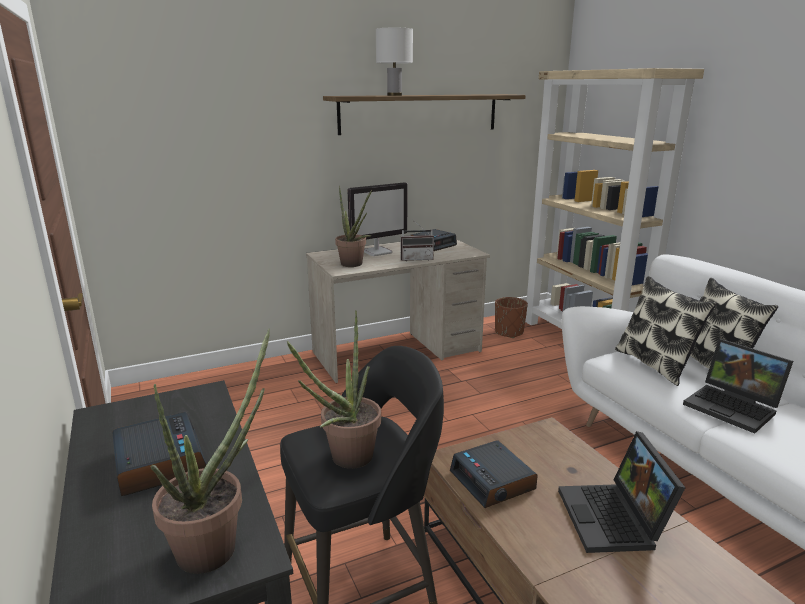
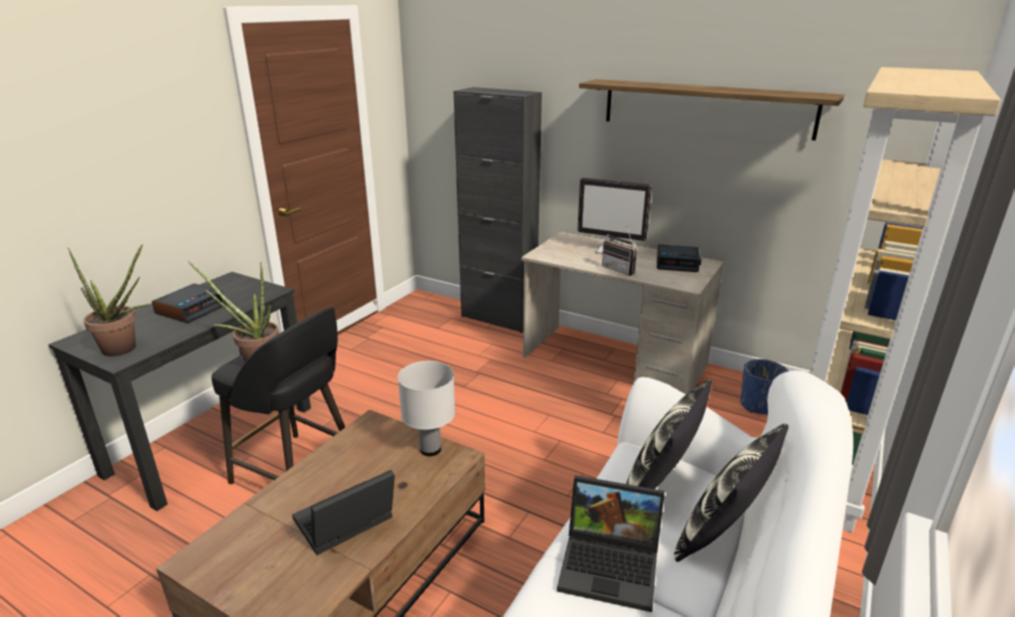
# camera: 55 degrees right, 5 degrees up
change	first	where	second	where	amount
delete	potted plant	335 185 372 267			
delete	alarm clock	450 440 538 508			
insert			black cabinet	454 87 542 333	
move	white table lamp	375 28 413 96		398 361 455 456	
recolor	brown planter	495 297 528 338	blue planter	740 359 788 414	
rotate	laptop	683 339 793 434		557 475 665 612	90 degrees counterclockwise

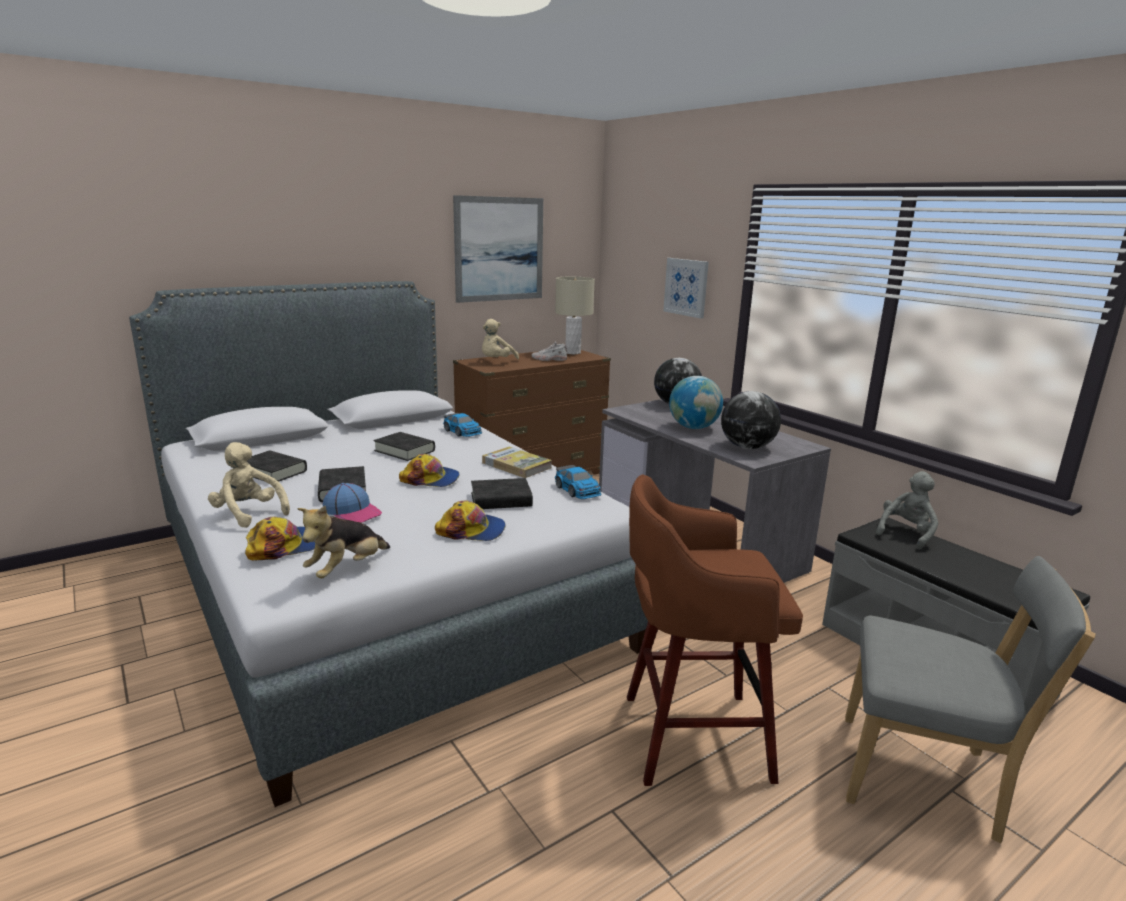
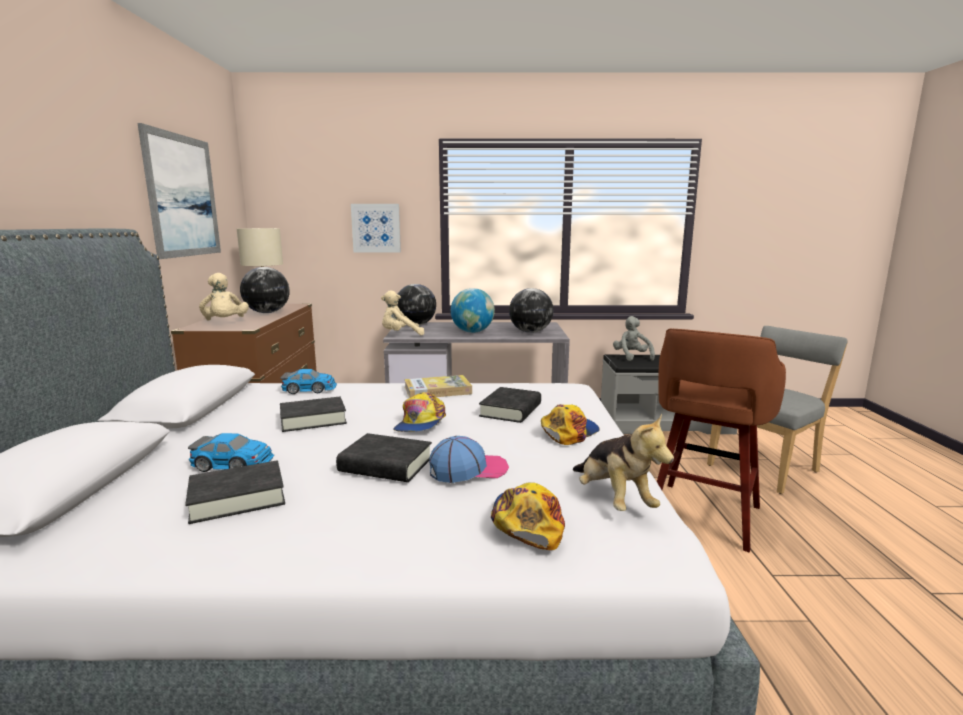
# camera: 55 degrees left, 5 degrees down
change	first	where	second	where	amount
move	beige plush toy	208 442 290 528		381 290 424 335	
move	toy car	555 465 602 499		188 433 274 472	
replace	white shoe	531 341 567 361	globe	240 267 290 313	
rotate	cap	399 454 460 487		393 392 446 432	150 degrees clockwise

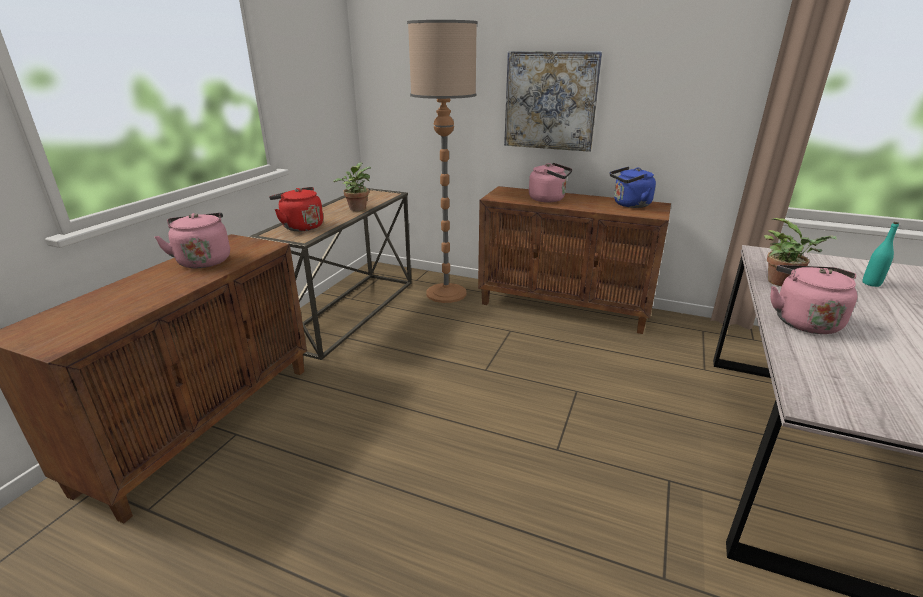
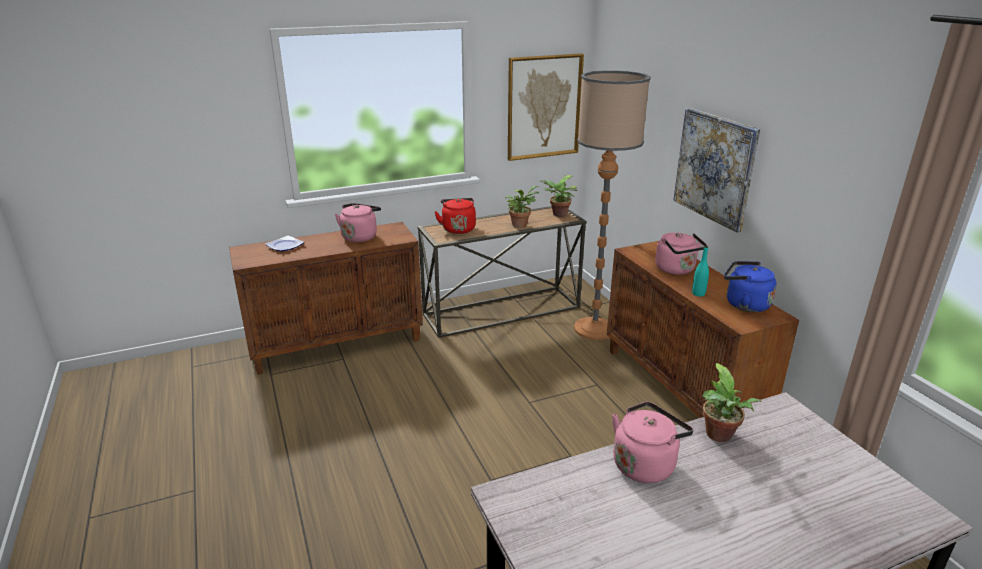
# camera: 45 degrees right, 0 degrees up
change	first	where	second	where	amount
insert			plate	265 235 304 252	
insert			picture	508 53 584 161	
insert			potted plant	541 175 577 217	
move	turquoise bottle	862 222 899 287		692 246 709 297	

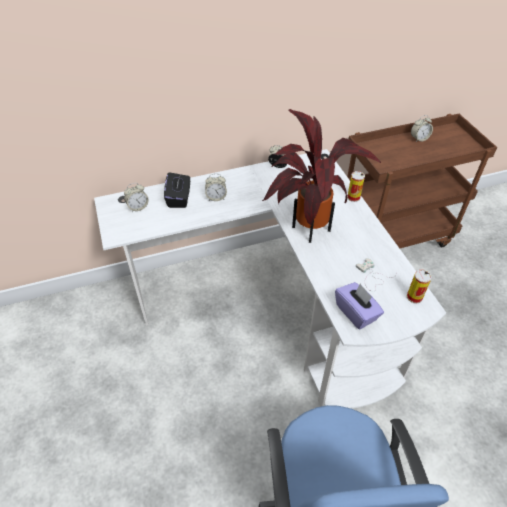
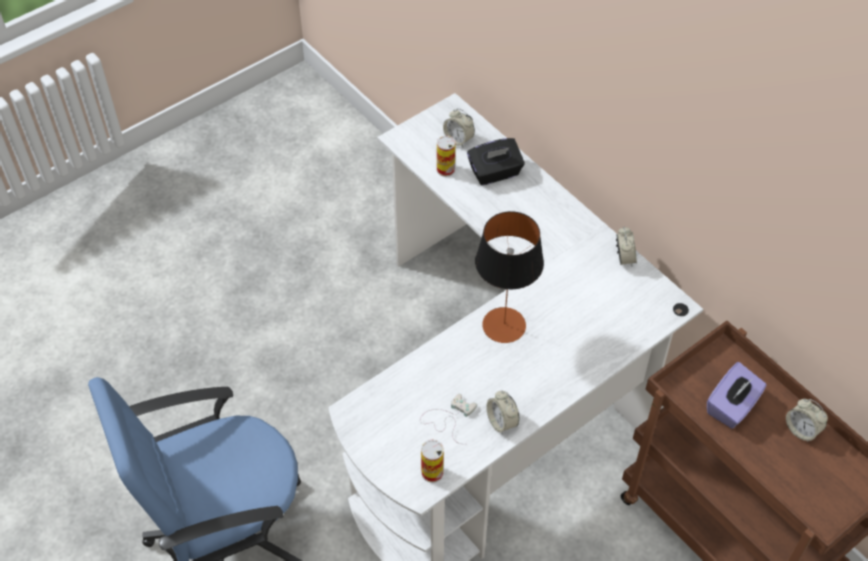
# camera: 70 degrees right, 5 degrees up
change	first	where	second	where	amount
move	alarm clock	205 173 227 201		486 390 519 434	
move	purple tissue box	335 282 384 329		707 362 767 429	
move	can	347 171 365 202		437 136 455 177	
replace	potted plant	262 109 382 243	table lamp	475 211 544 343	

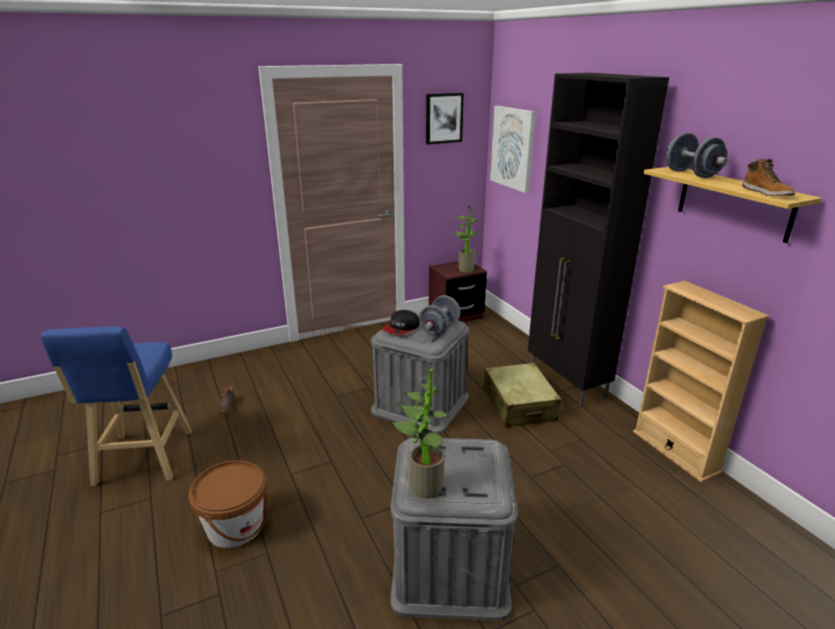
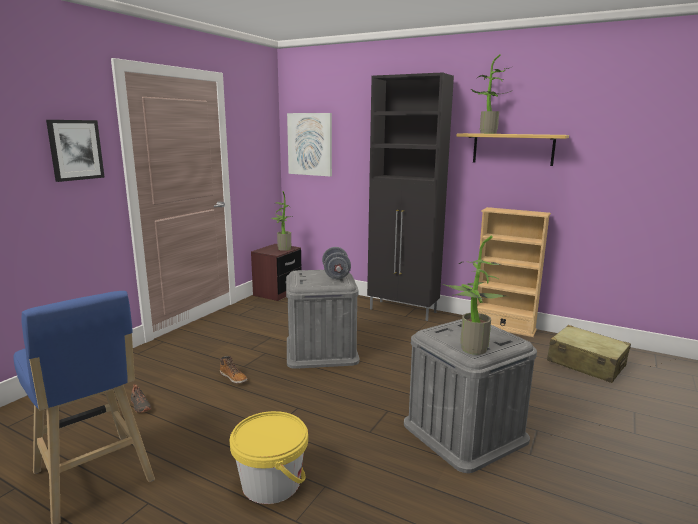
# camera: 35 degrees left, 10 degrees down
change	first	where	second	where	amount
delete	cap	382 310 420 335			
move	picture	426 93 464 145		46 120 105 182	
move	beige suitcase	483 363 561 427		547 325 631 383	
move	boot	743 159 796 196		220 356 248 384	
replace	grey dumbbell	666 133 728 178	potted plant	471 54 513 134	
recolor	brown bucket	189 460 269 548	yellow bucket	230 411 308 504	

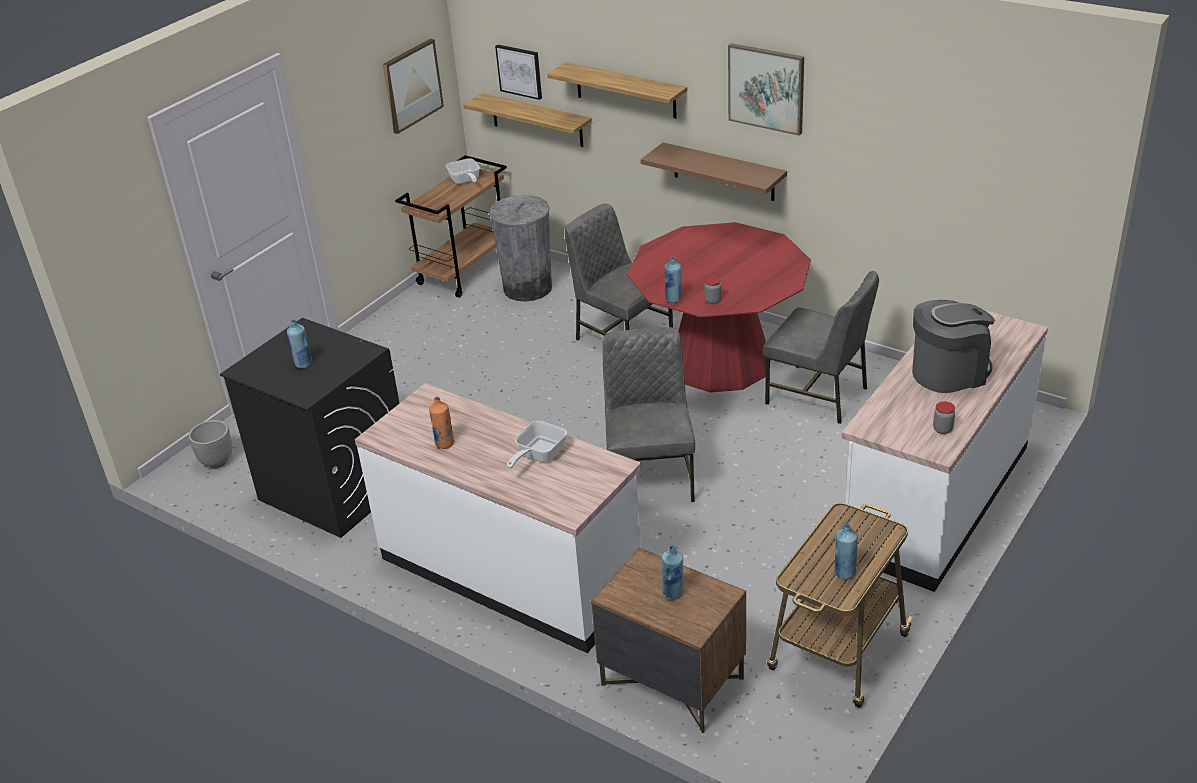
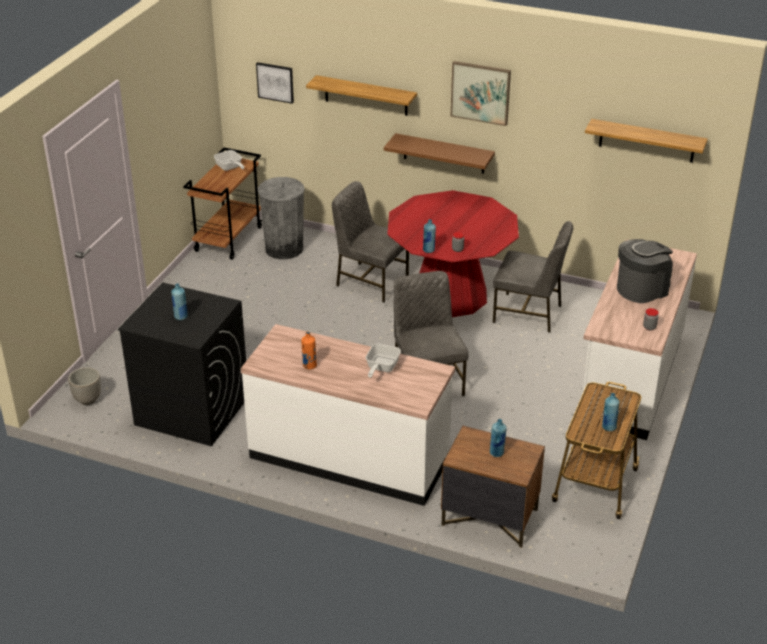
# camera: 15 degrees left, 0 degrees up
change	first	where	second	where	amount
delete	picture	383 39 444 134			
move	shelf	463 93 592 147		585 119 708 163	

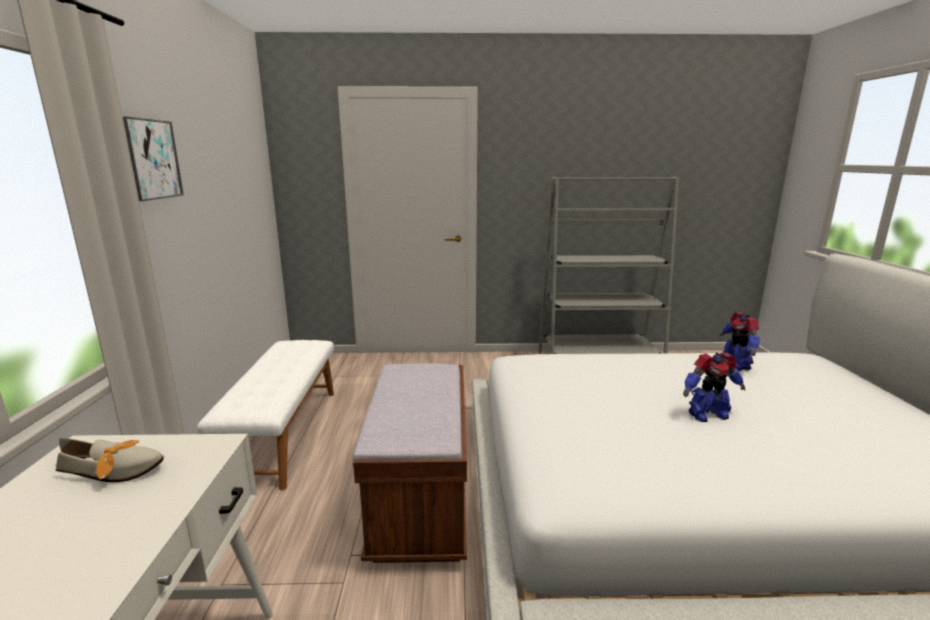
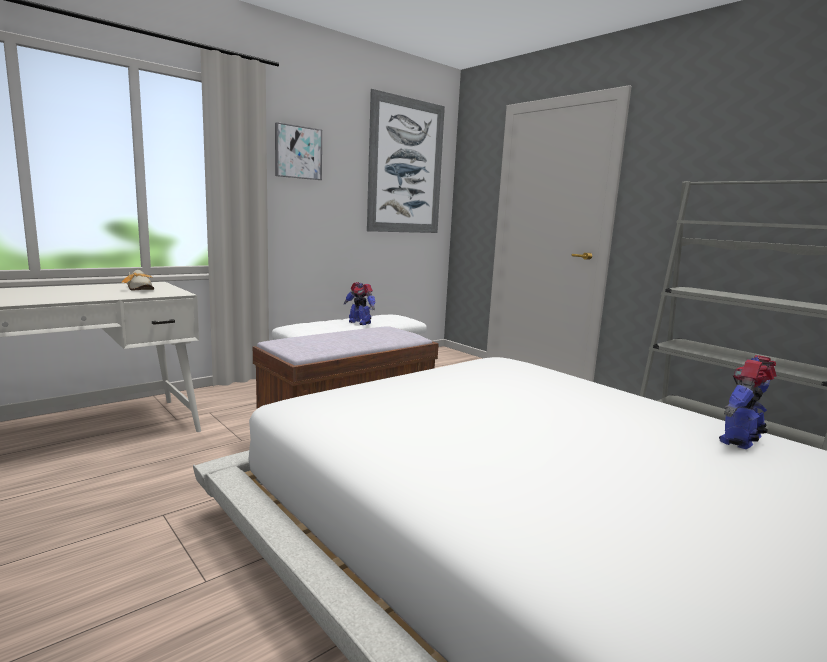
# camera: 50 degrees right, 5 degrees down
change	first	where	second	where	amount
insert			picture	367 89 445 233	
move	toy robot	683 352 745 422		344 282 375 325	

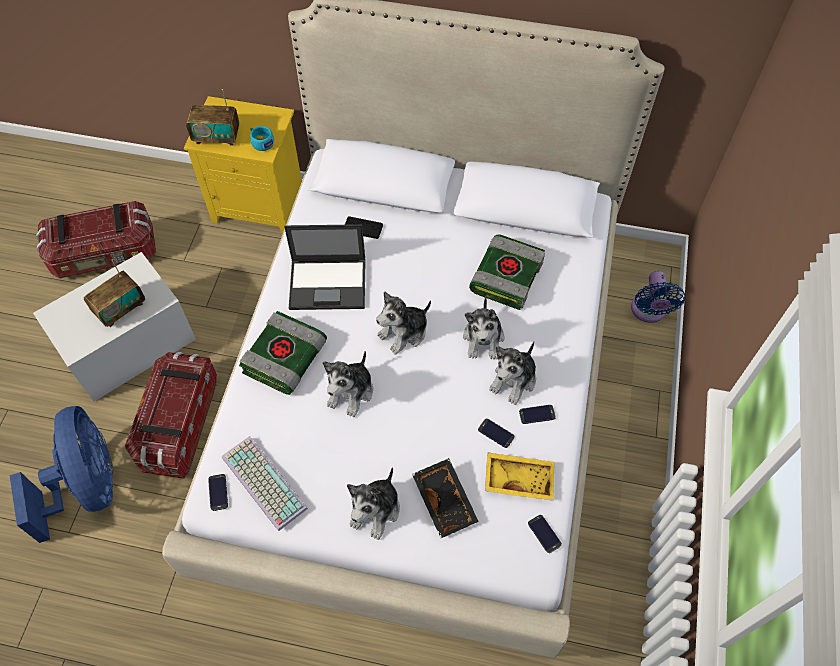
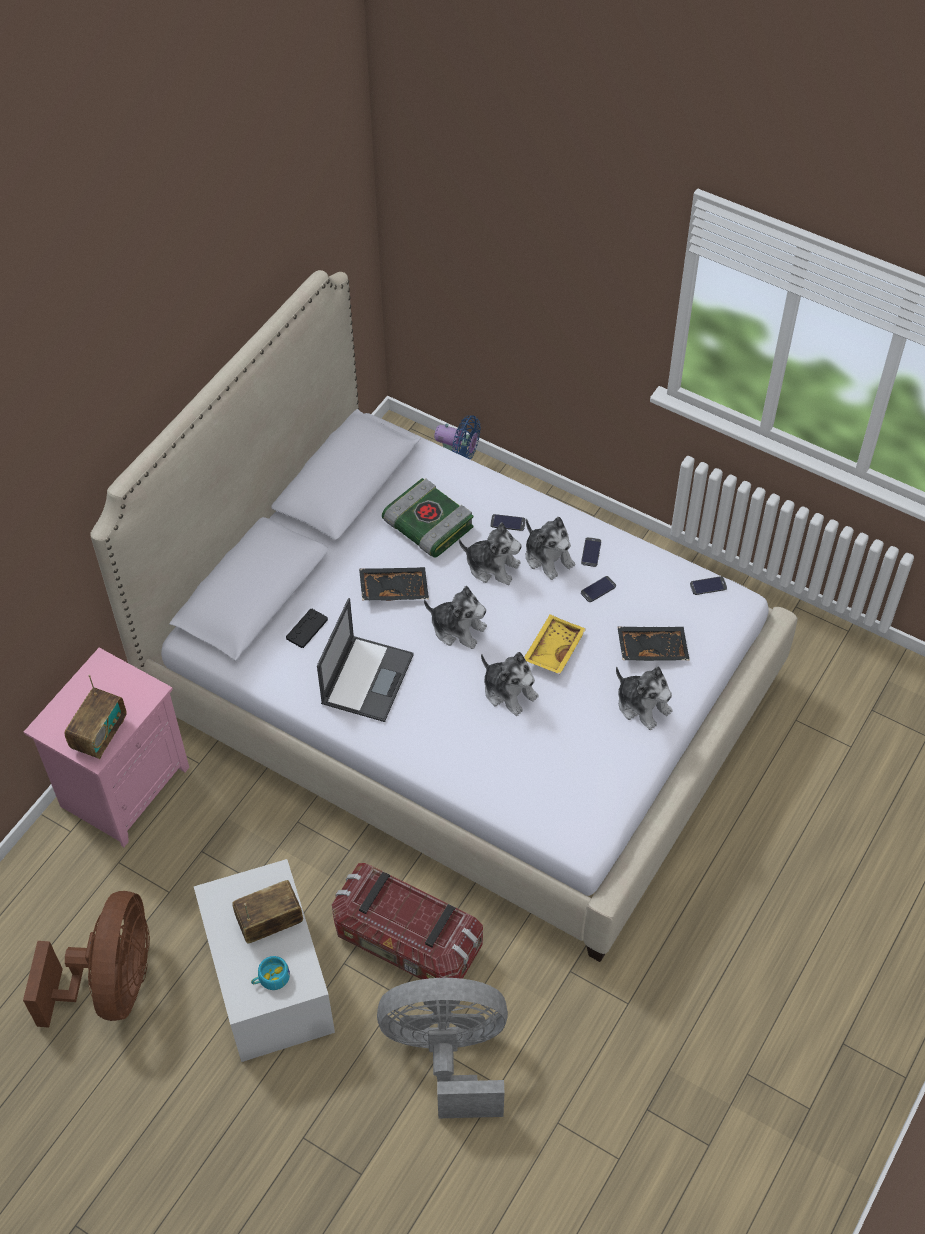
# camera: 70 degrees left, 5 degrees down
change	first	where	second	where	amount
delete	keyboard	222 436 308 531			
delete	book	239 311 327 395			
insert			black tray	359 567 429 601	
move	phone	208 474 228 511		490 514 526 531	
move	turquoise cup	250 126 274 151		251 956 290 990	
move	yellow tray	485 452 555 501		524 614 586 674	
replace	storage box	36 201 156 278	brown fan	23 891 150 1028	
recolor	blue fan	9 406 113 543	grey fan	377 977 508 1119	
recolor	yellow nightstand	184 96 302 234	pink nightstand	24 648 189 847	
rotate	radio	84 260 145 327		232 880 303 944	90 degrees counterclockwise
rotate	plush toy	376 291 431 355		424 586 487 649	45 degrees counterclockwise

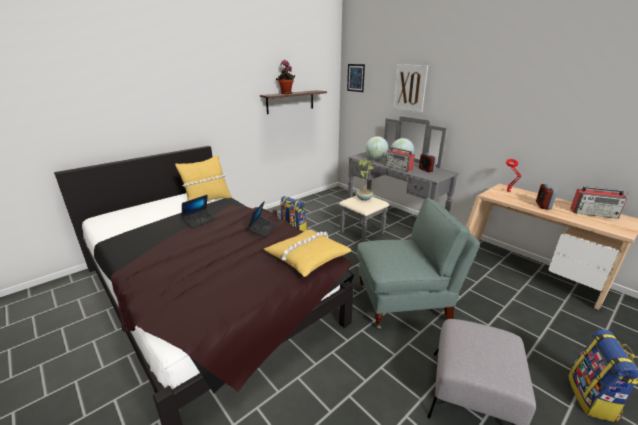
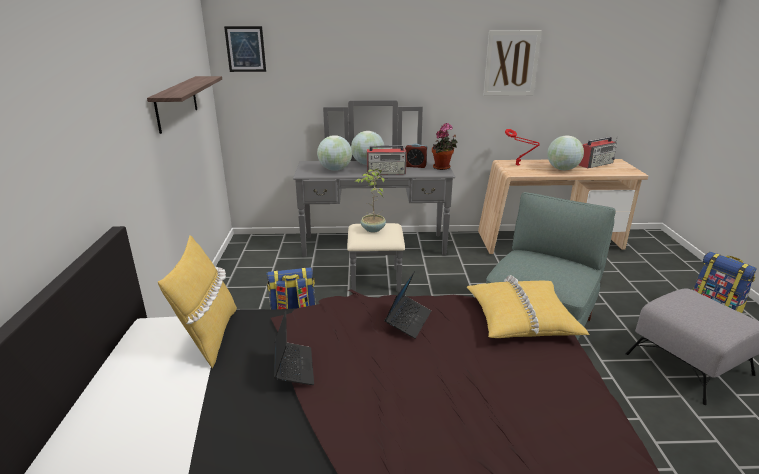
# camera: 50 degrees left, 0 degrees up
change	first	where	second	where	amount
move	potted plant	276 60 295 94		432 123 457 170	
move	picture	392 65 428 113		483 30 542 96	
replace	alarm clock	536 184 557 210	globe	547 136 584 170	
rotate	laptop	248 201 276 238		384 271 431 339	60 degrees clockwise

